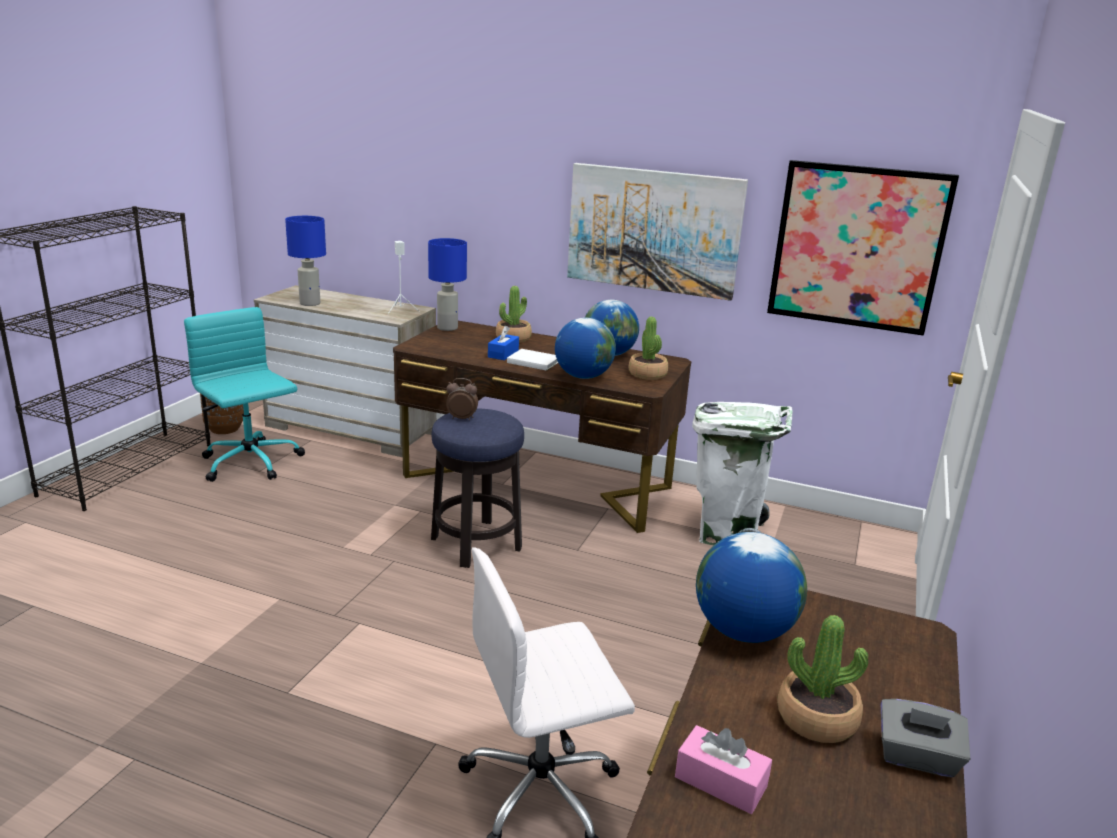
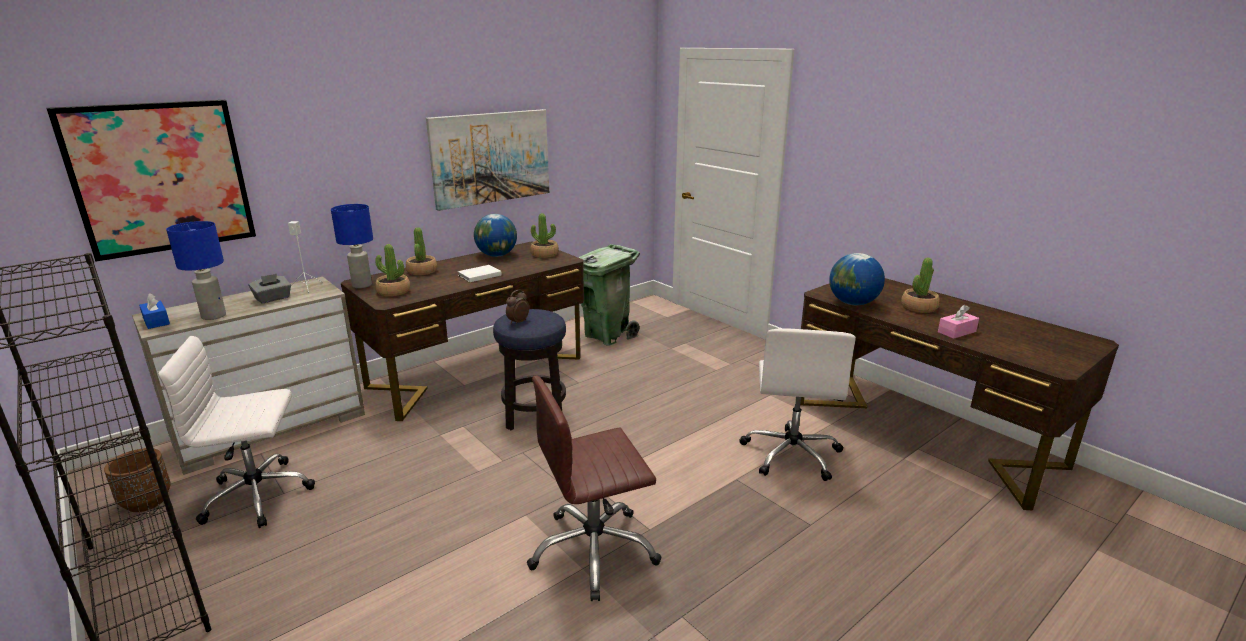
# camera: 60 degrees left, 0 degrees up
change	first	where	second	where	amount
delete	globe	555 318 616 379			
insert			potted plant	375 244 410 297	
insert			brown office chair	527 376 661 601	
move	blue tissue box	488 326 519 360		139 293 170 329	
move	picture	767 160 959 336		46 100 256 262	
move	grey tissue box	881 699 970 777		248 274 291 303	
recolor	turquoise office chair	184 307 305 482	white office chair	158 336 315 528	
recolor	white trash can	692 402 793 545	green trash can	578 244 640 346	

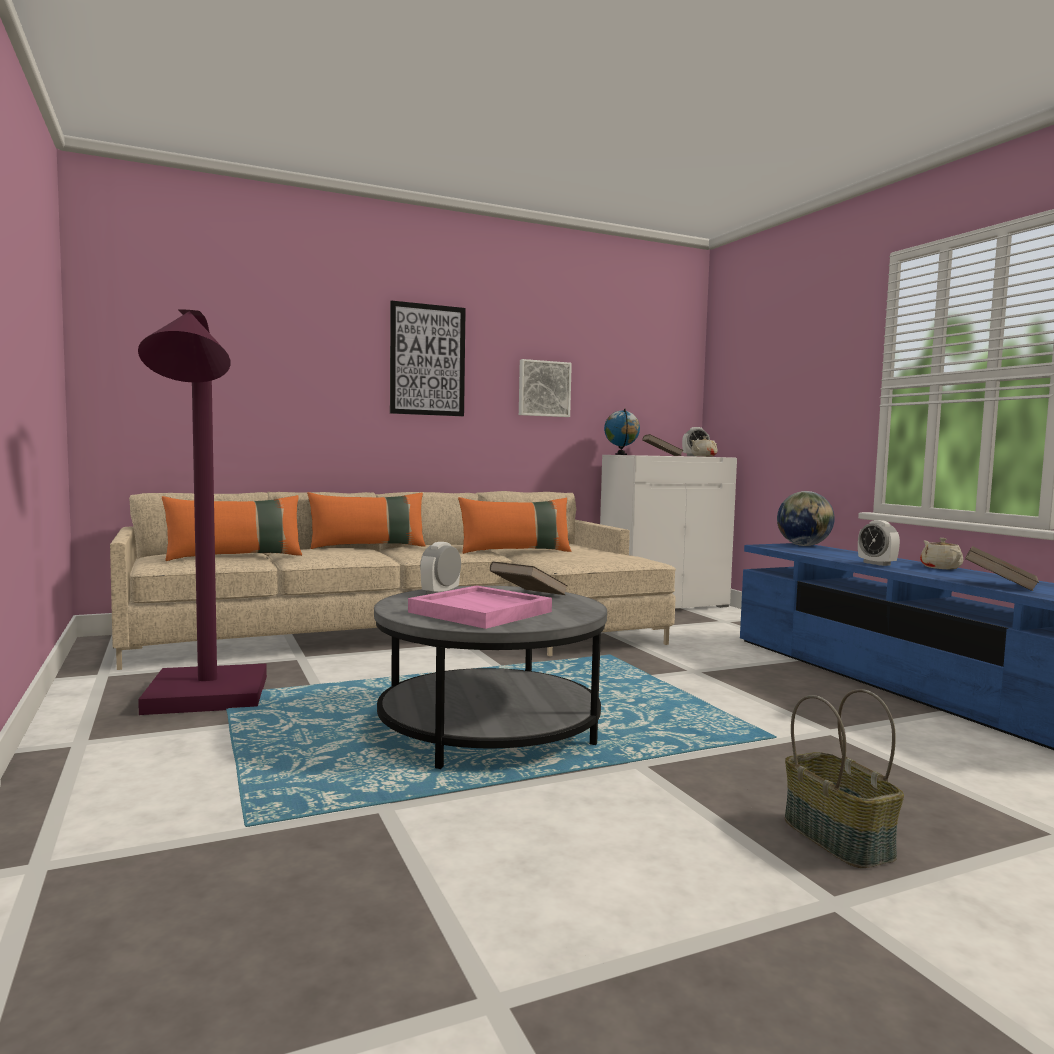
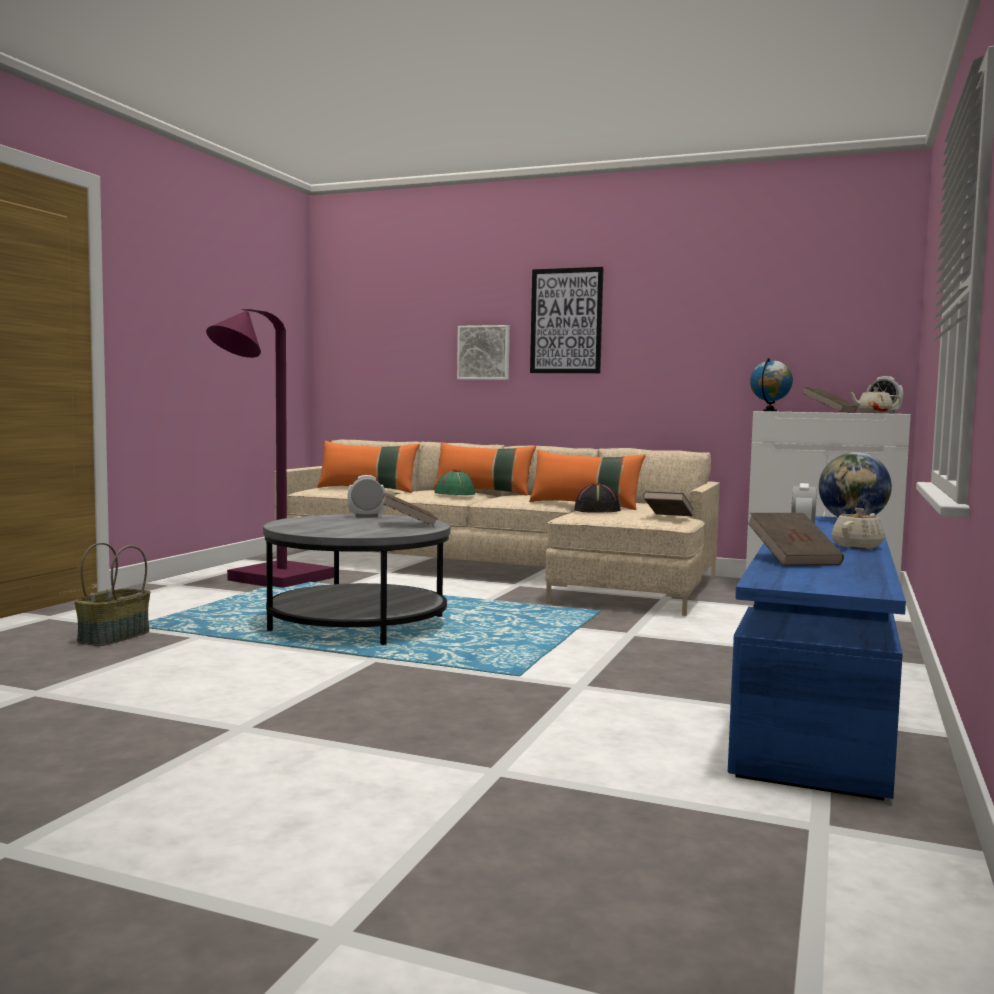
# camera: 45 degrees right, 0 degrees up
change	first	where	second	where	amount
delete	pink tray	408 585 552 629			
insert			green hat	434 470 475 495	
insert			black hat	574 483 621 513	
insert			brown book	643 491 694 516	
move	picture	519 359 572 417		457 325 510 380	
move	basket	785 689 904 868		74 542 150 646	

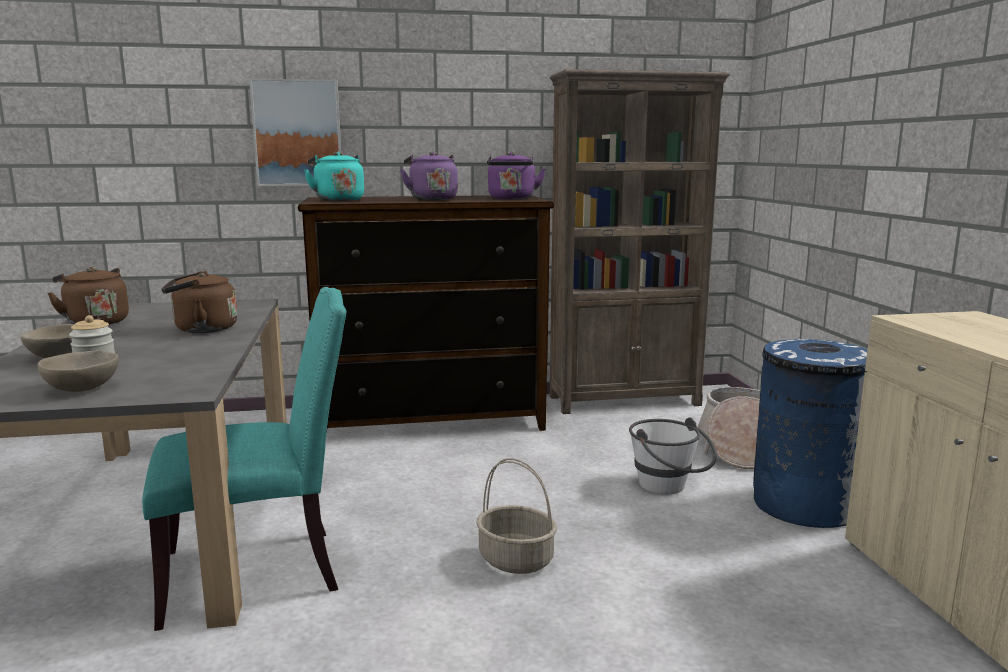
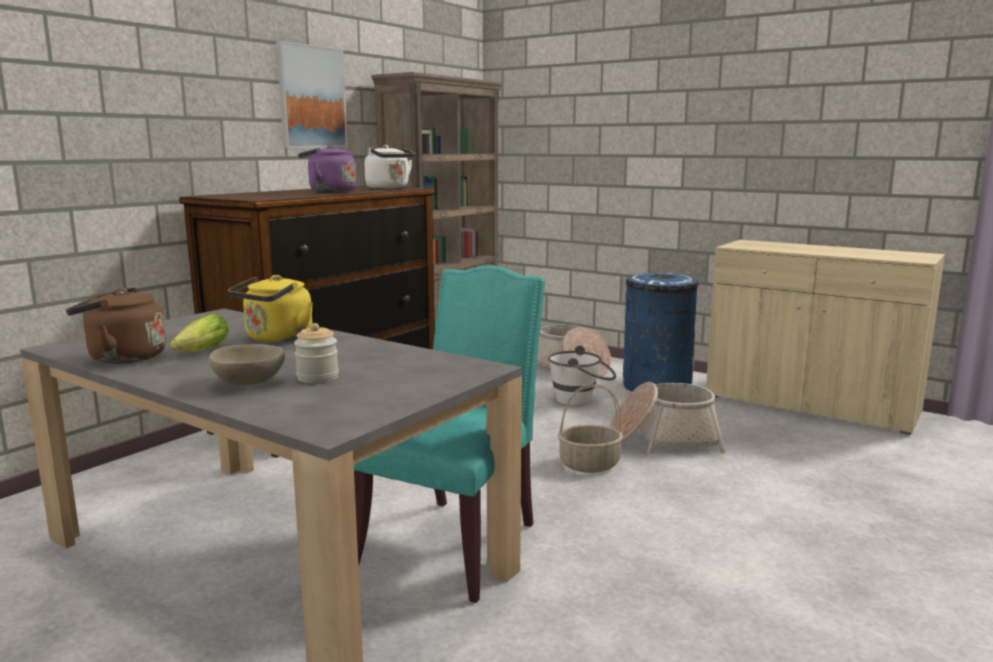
# camera: 45 degrees left, 0 degrees up
change	first	where	second	where	amount
delete	beige bowl	38 350 119 392			
delete	turquoise kettle	304 152 364 201			
insert			lettuce	170 314 229 352	
insert			basket	609 382 726 454	
move	picture	249 78 341 186		276 41 348 148	
recolor	brown kettle	161 271 237 333	yellow kettle	228 275 313 343	
recolor	purple kettle	487 151 546 199	white kettle	364 145 416 189	

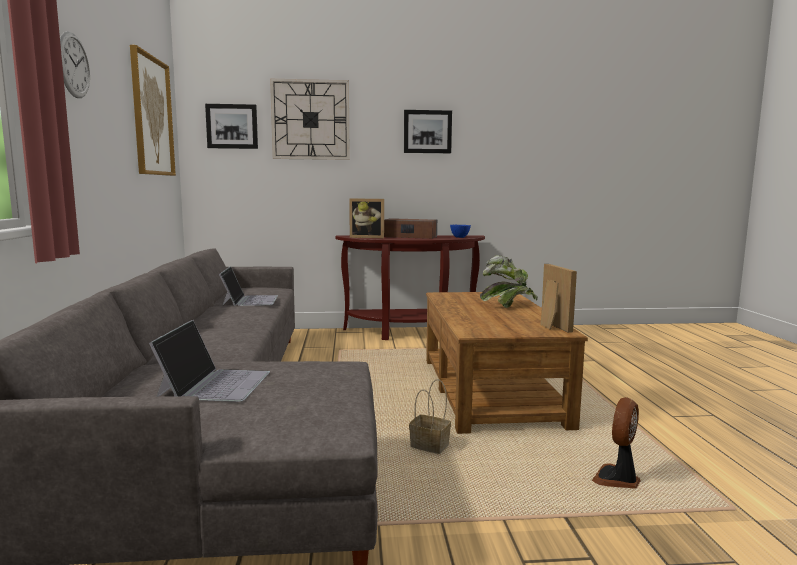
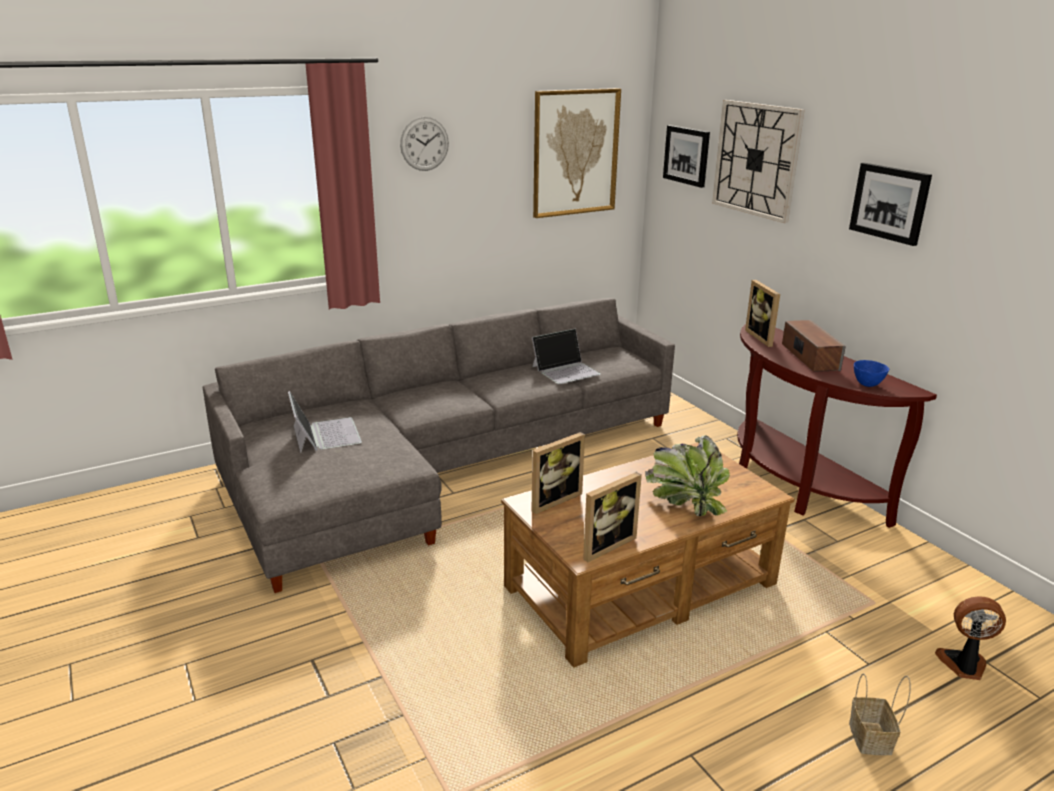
# camera: 65 degrees right, 15 degrees up
change	first	where	second	where	amount
insert			picture frame	531 432 585 514	
move	basket	409 379 451 454		849 673 911 755	
move	fan	592 397 641 489		935 596 1006 680	
rotate	laptop	149 320 270 402		288 391 362 453	90 degrees counterclockwise

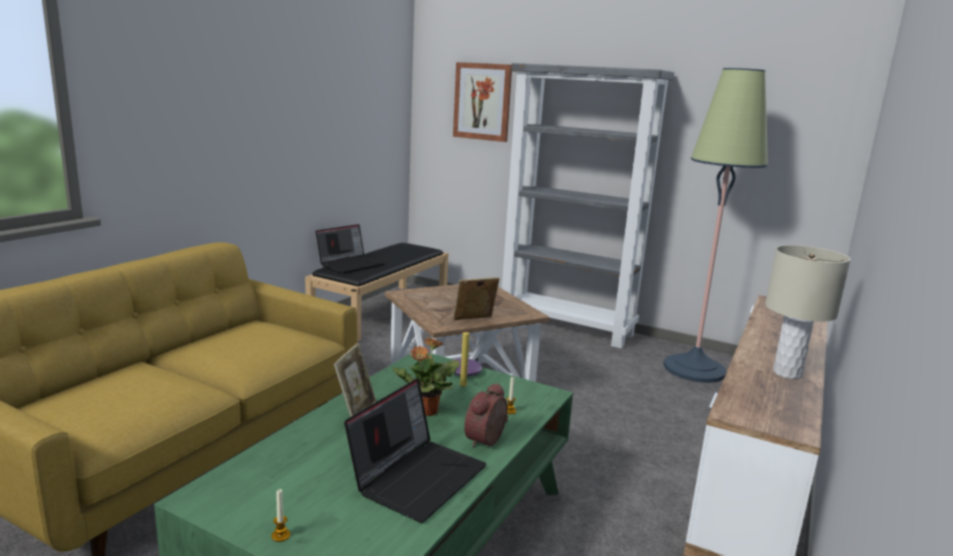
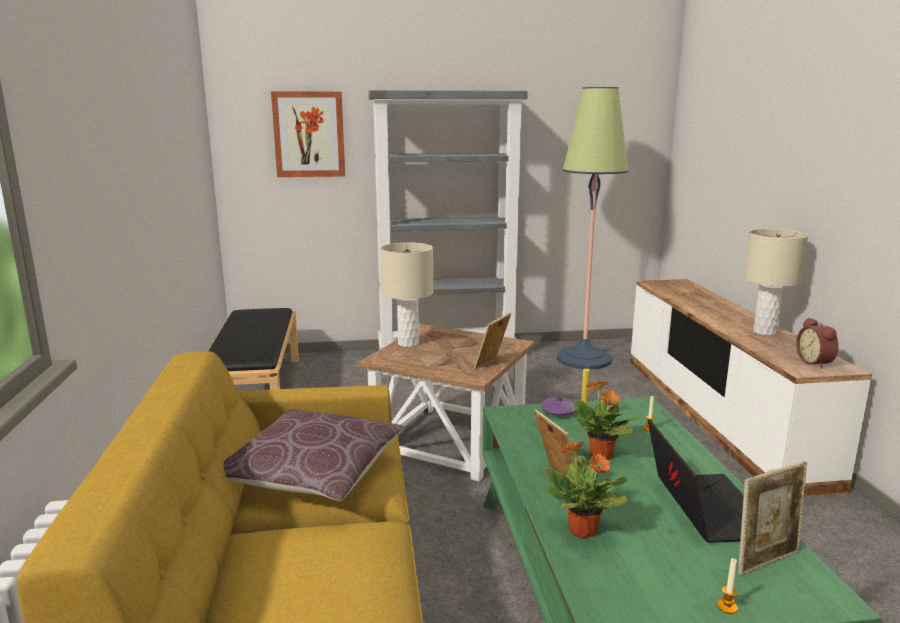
# camera: 35 degrees left, 0 degrees up
change	first	where	second	where	amount
delete	laptop	315 224 385 273			
insert			brown pillow	224 409 403 501	
insert			beige table lamp	380 242 433 347	
insert			potted plant	544 441 629 538	
insert			picture frame	738 461 807 575	
move	alarm clock	464 383 508 448		796 317 838 369	

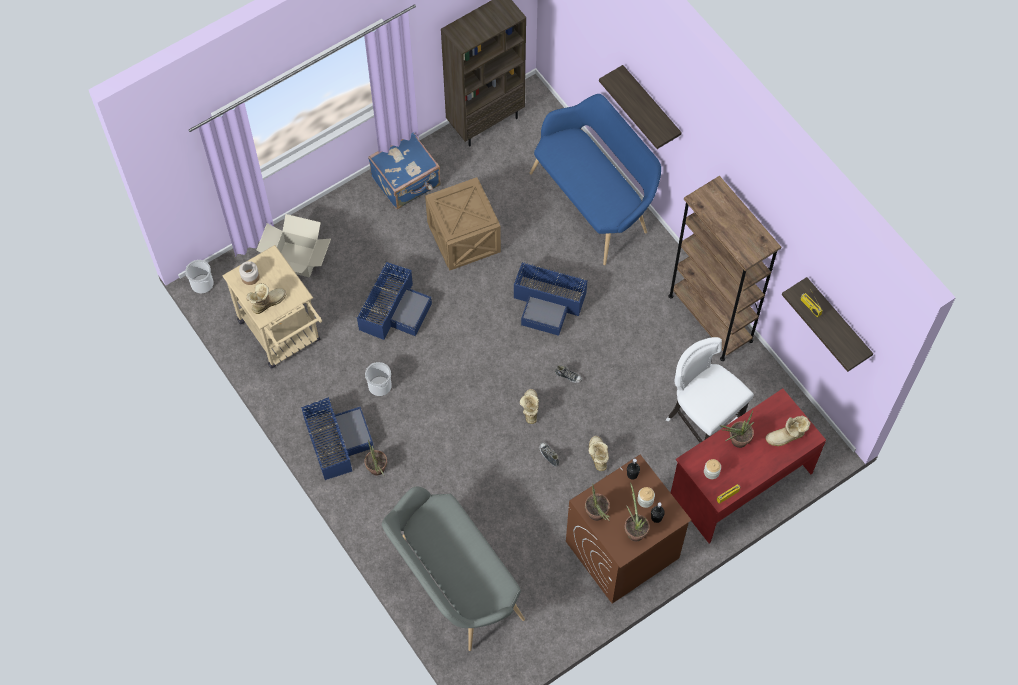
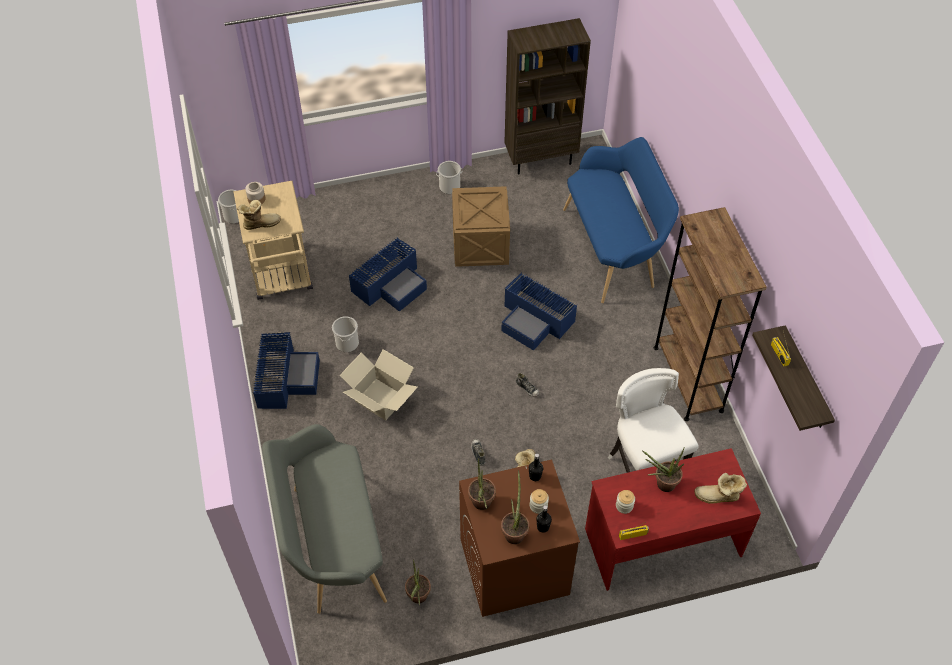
# camera: 20 degrees right, 10 degrees down
change	first	where	second	where	amount
delete	boot	520 389 539 424			
delete	shelf	599 65 682 149			
move	cardboard box	257 214 331 278		339 349 417 421	
move	potted plant	364 440 387 476		405 559 431 606	
replace	blue suitcase	368 132 441 209	bucket	436 161 463 194	

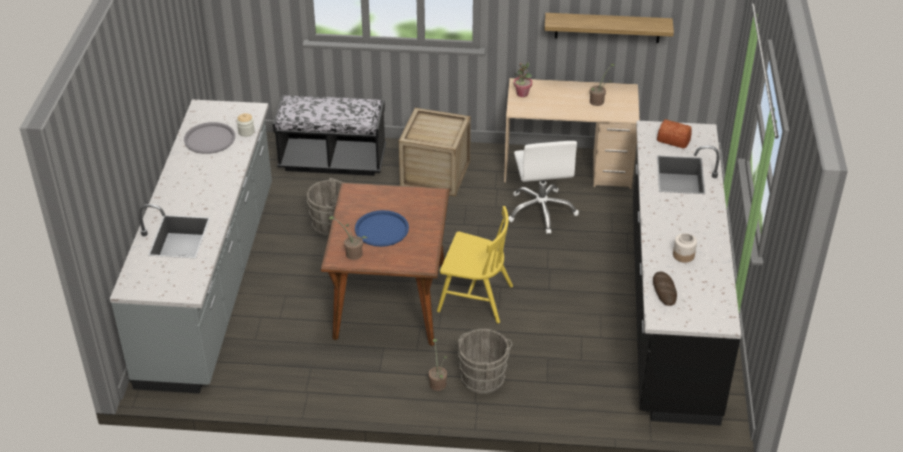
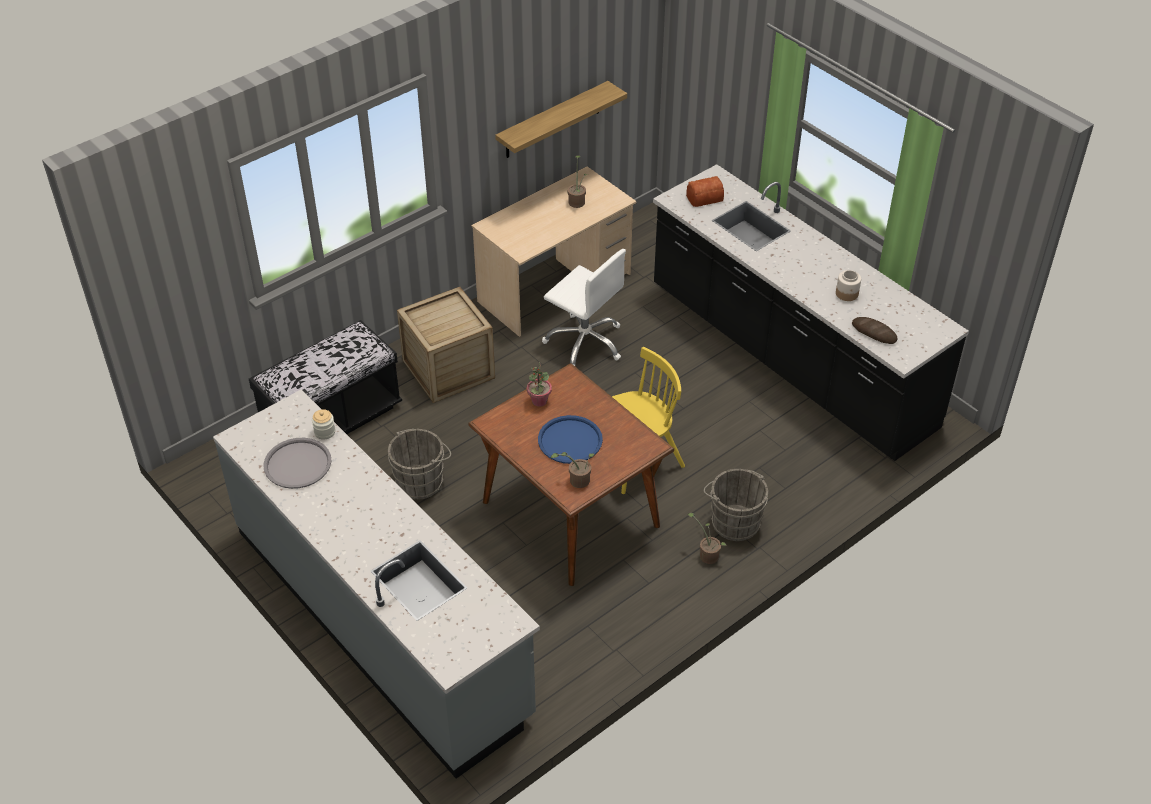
# camera: 45 degrees left, 5 degrees up
change	first	where	second	where	amount
move	potted plant	514 62 532 97		527 362 552 407	

